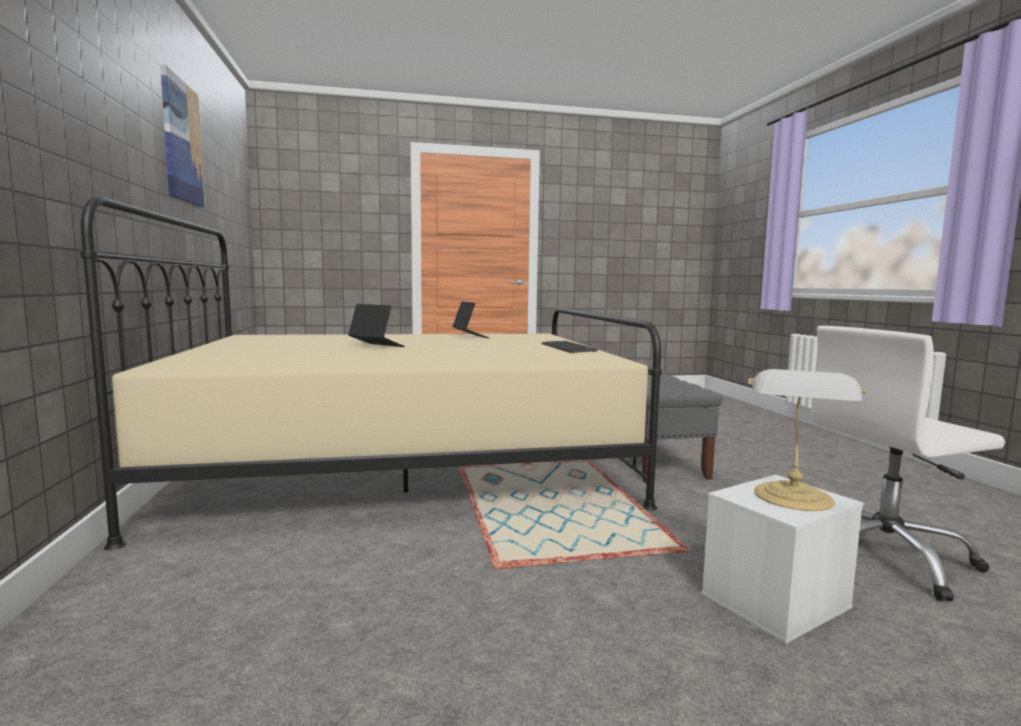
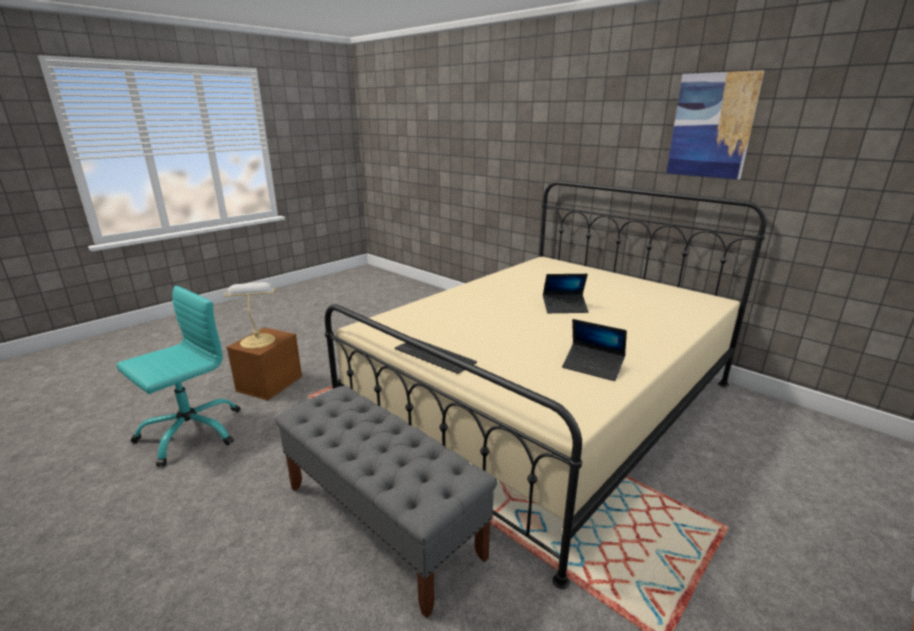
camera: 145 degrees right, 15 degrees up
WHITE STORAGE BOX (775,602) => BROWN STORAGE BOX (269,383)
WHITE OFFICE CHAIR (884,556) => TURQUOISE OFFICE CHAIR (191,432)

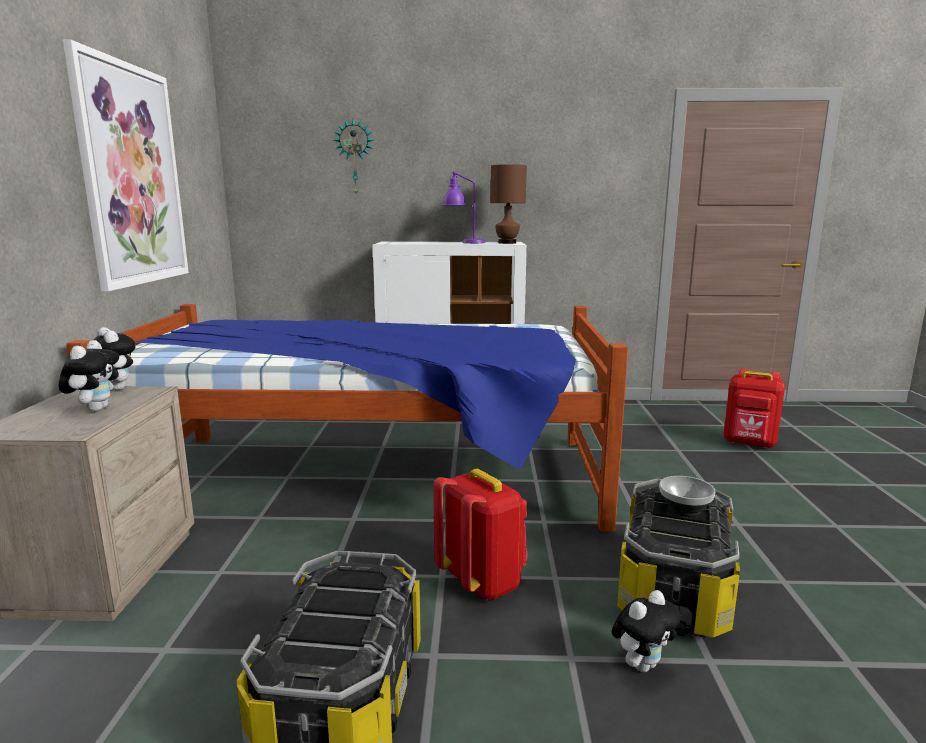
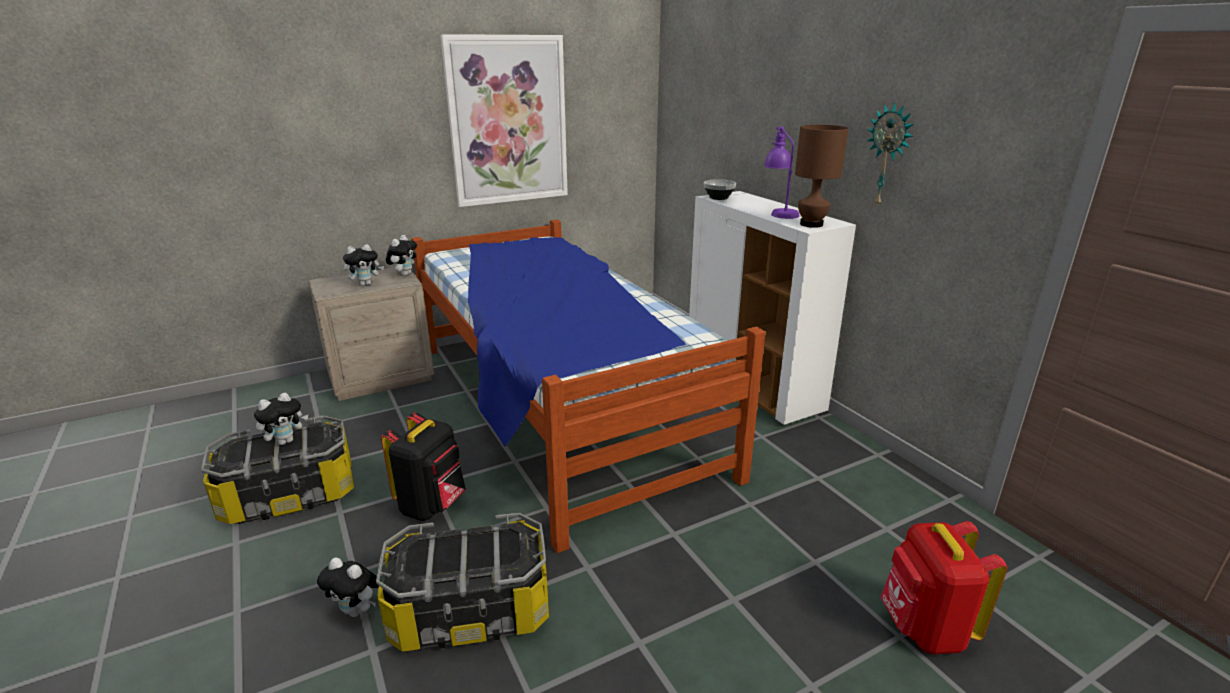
camera: 60 degrees right, 10 degrees up
WALL CLOCK (355,157) => WALL CLOCK (888,156), shifted
RED BACKPACK (483,582) => BLACK BACKPACK (432,505)
BOWL (683,510) => BOWL (718,198), shifted
nothing => PLUSH TOY (286,441)

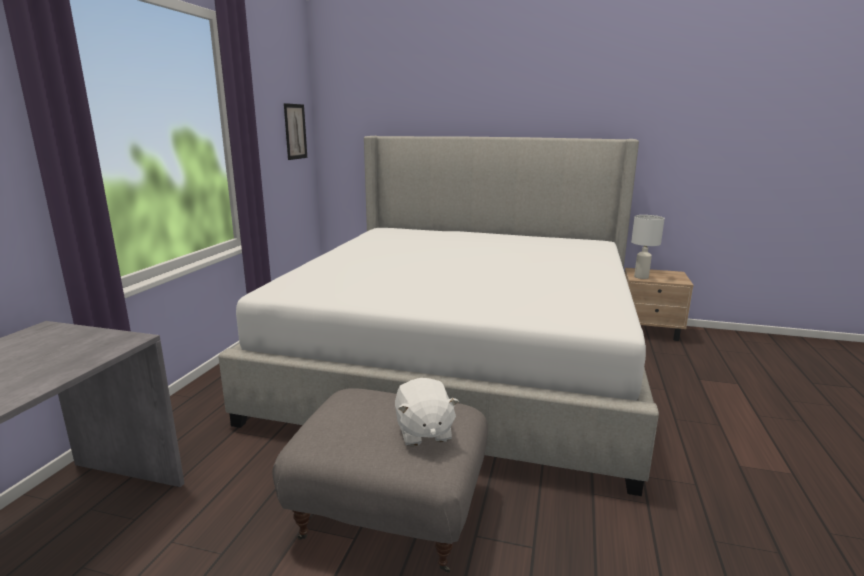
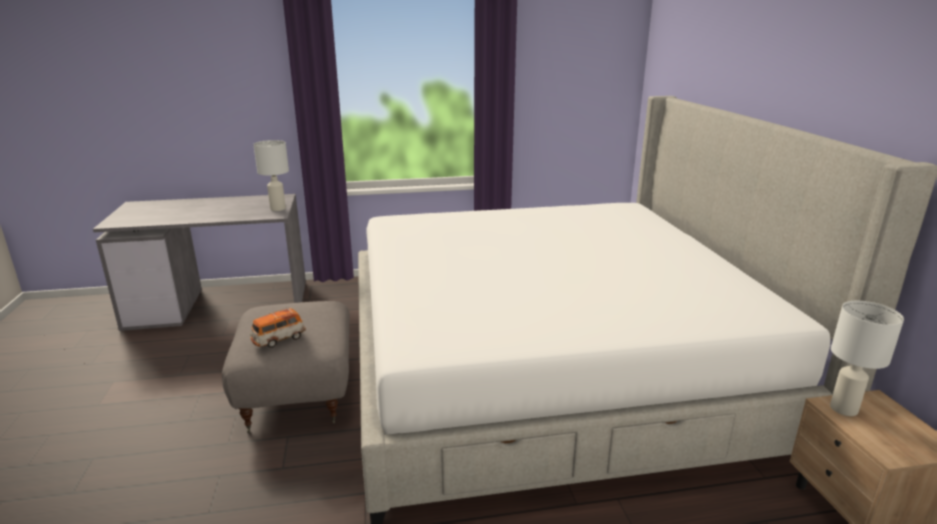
camera: 65 degrees right, 5 degrees up
PICTURE (295,131) => nothing
WHITE PLUSH TOY (423,432) => TOY CAR (279,339)
nothing => WHITE TABLE LAMP (277,208)

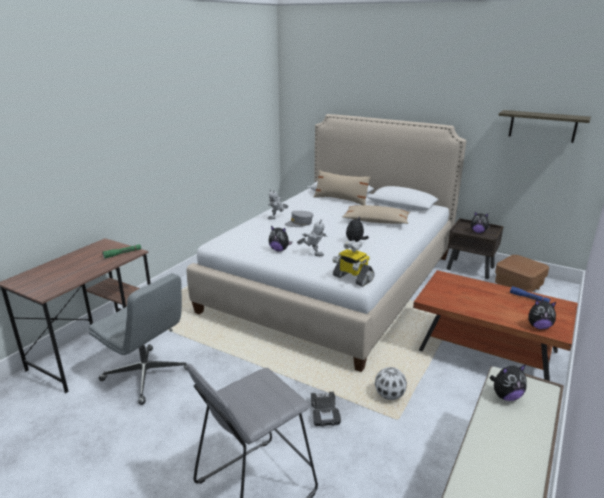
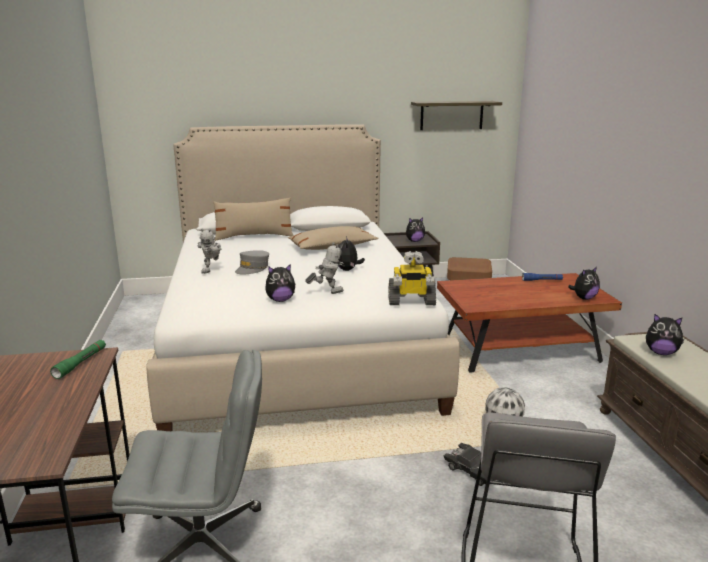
camera: 40 degrees left, 5 degrees down
PLUSH TOY (506,396) => PLUSH TOY (661,353), 75 degrees clockwise

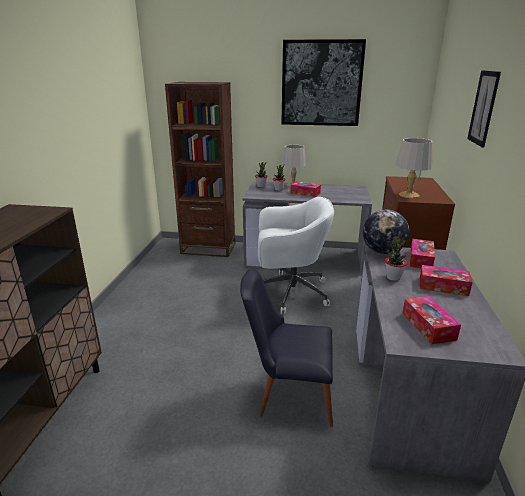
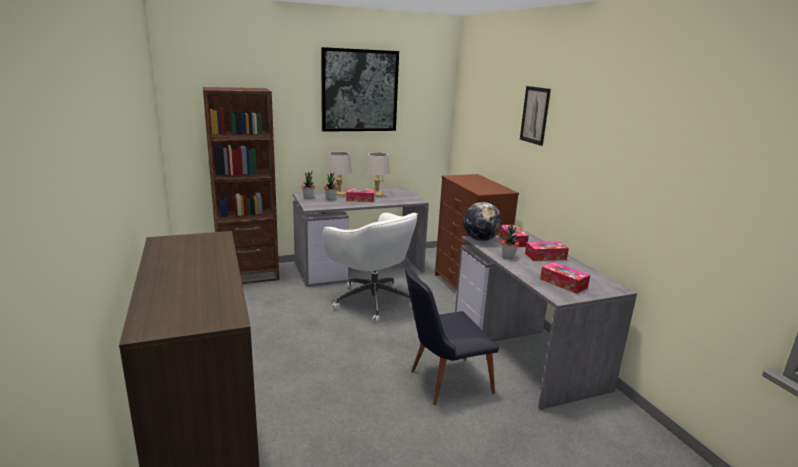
camera: 30 degrees left, 5 degrees down
WHITE OFFICE CHAIR (289,292) => WHITE OFFICE CHAIR (371,300), 75 degrees clockwise
GREY TABLE LAMP (408,195) => GREY TABLE LAMP (376,193), shifted

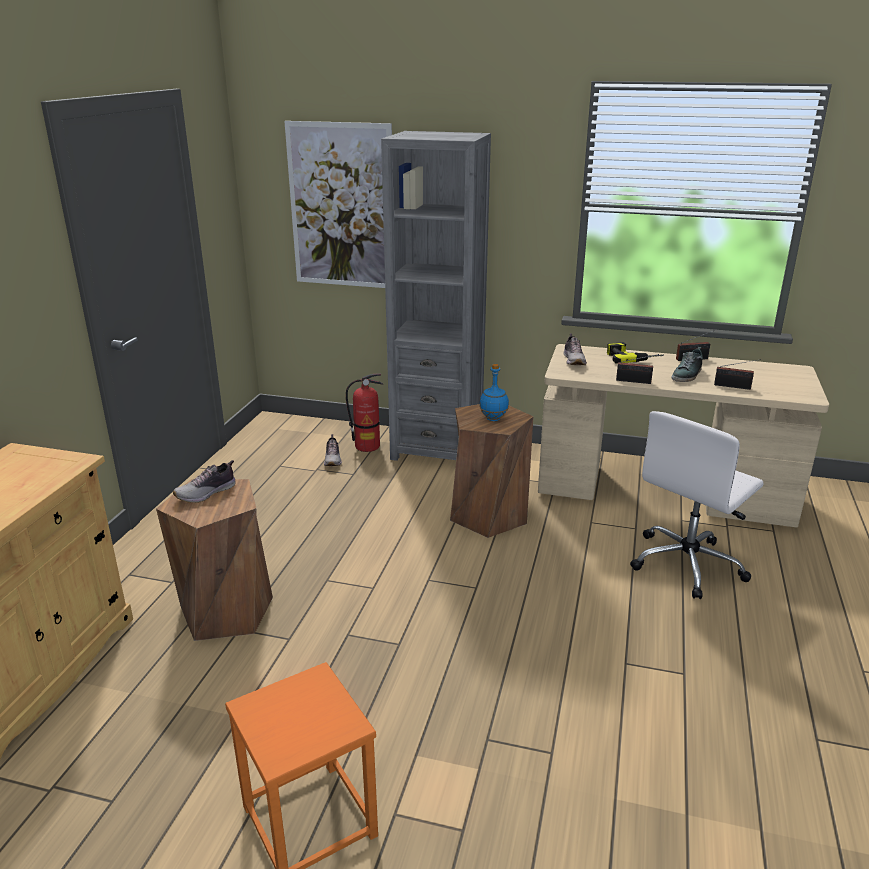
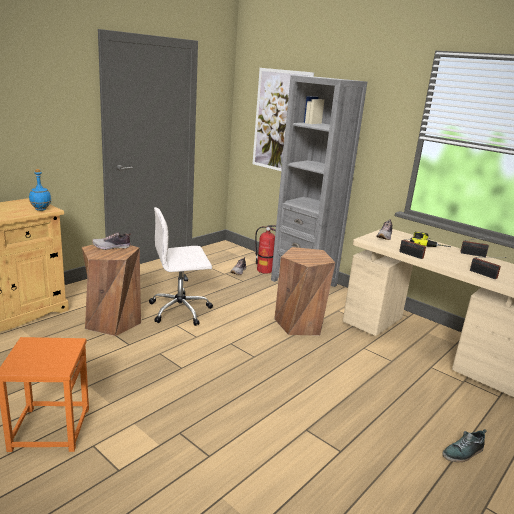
camera: 25 degrees right, 5 degrees down
BLUE BOTTLE (493,418) => BLUE BOTTLE (41,209), shifted
WHITE OFFICE CHAIR (688,564) => WHITE OFFICE CHAIR (181,310), shifted
SHOE (687,375) => SHOE (463,453), shifted

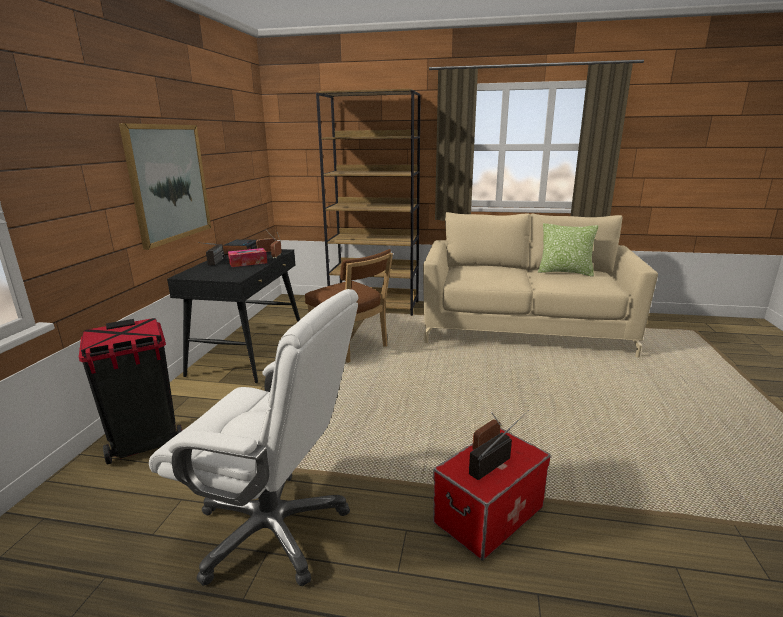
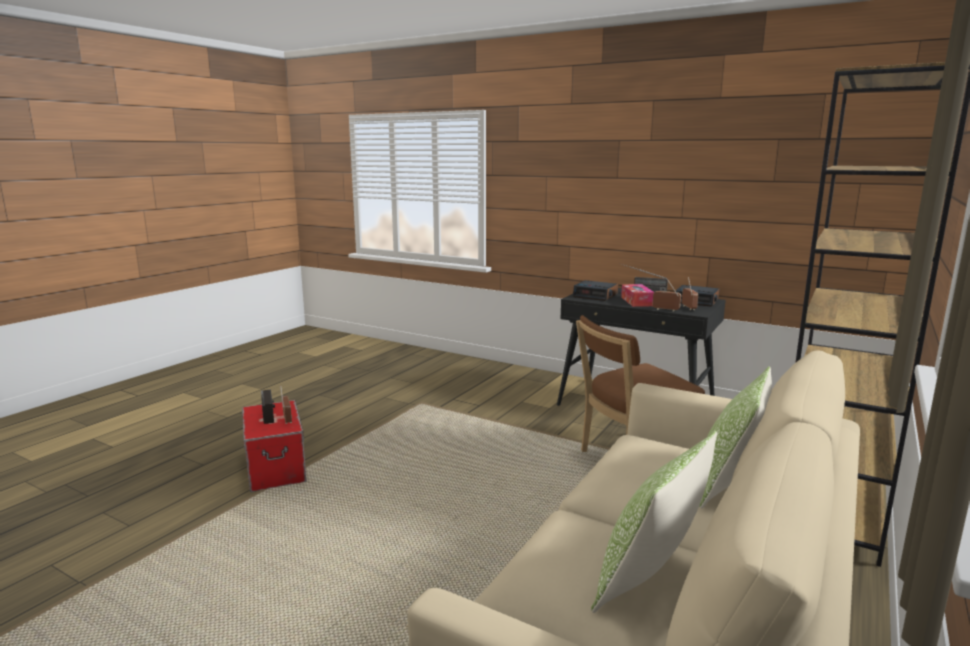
camera: 110 degrees right, 5 degrees down
BLACK TRASH CAN (146,442) => nothing
PICTURE (169,183) => nothing
WHITE OFFICE CHAIR (273,529) => nothing
nothing => ALARM CLOCK (596,295)
nothing => PILLOW (729,484)

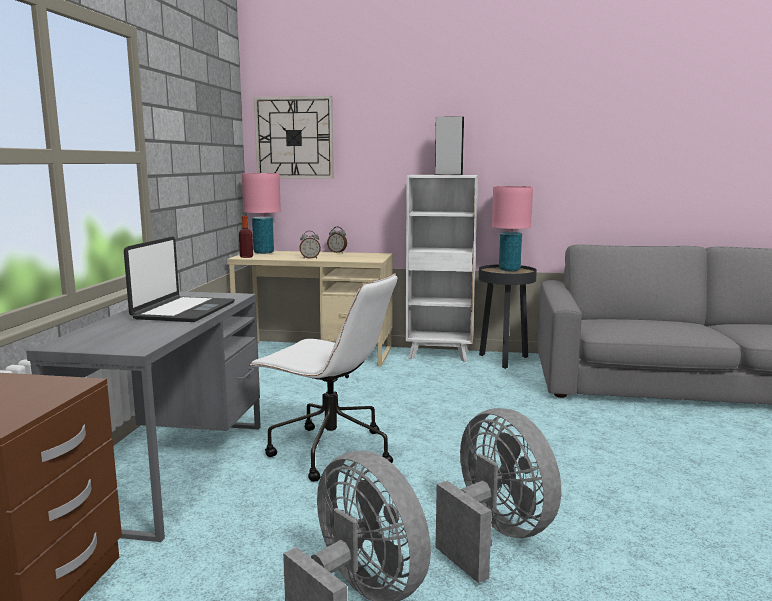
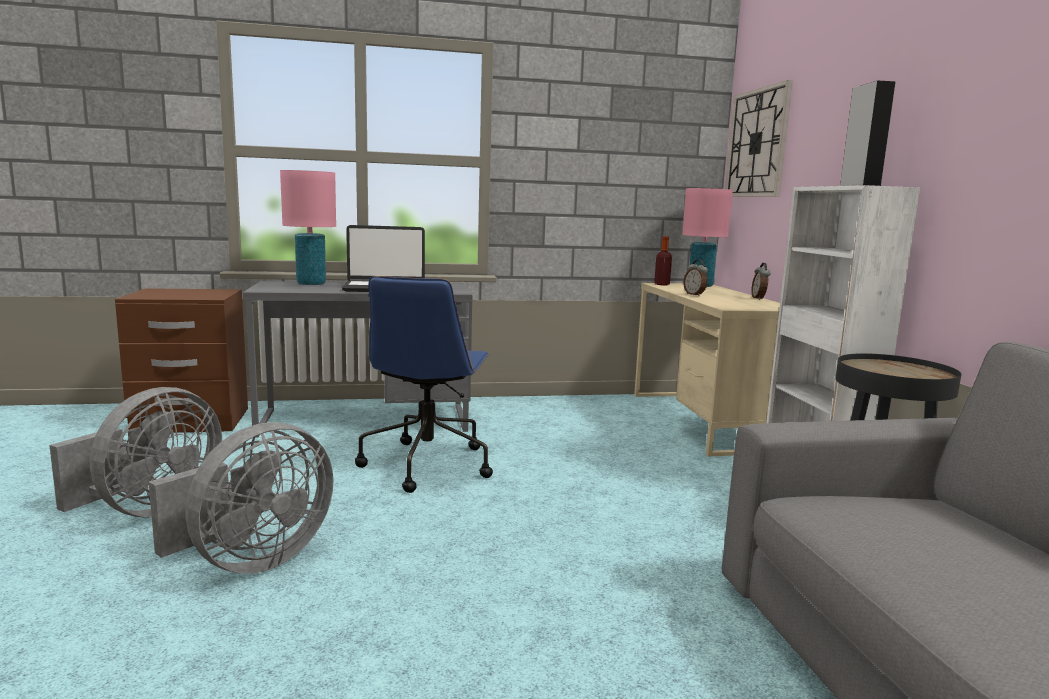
camera: 70 degrees right, 0 degrees up
WHITE OFFICE CHAIR (329,451) => BLUE OFFICE CHAIR (427,464)
PINK TABLE LAMP (509,270) => PINK TABLE LAMP (311,284), shifted

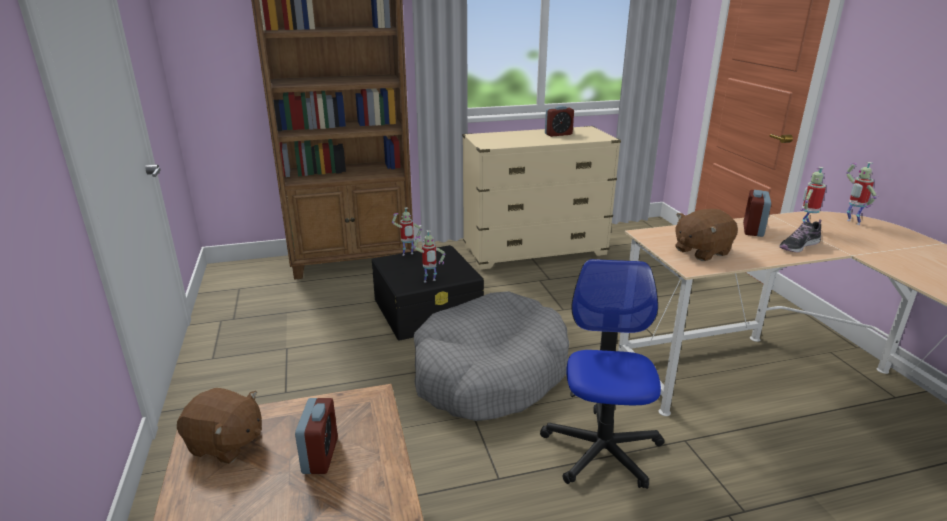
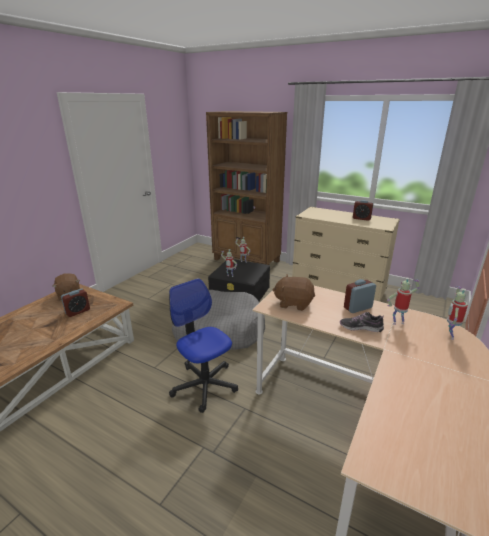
camera: 45 degrees right, 0 degrees up
OFFICE CHAIR (602,449) => OFFICE CHAIR (204,385), 90 degrees counterclockwise

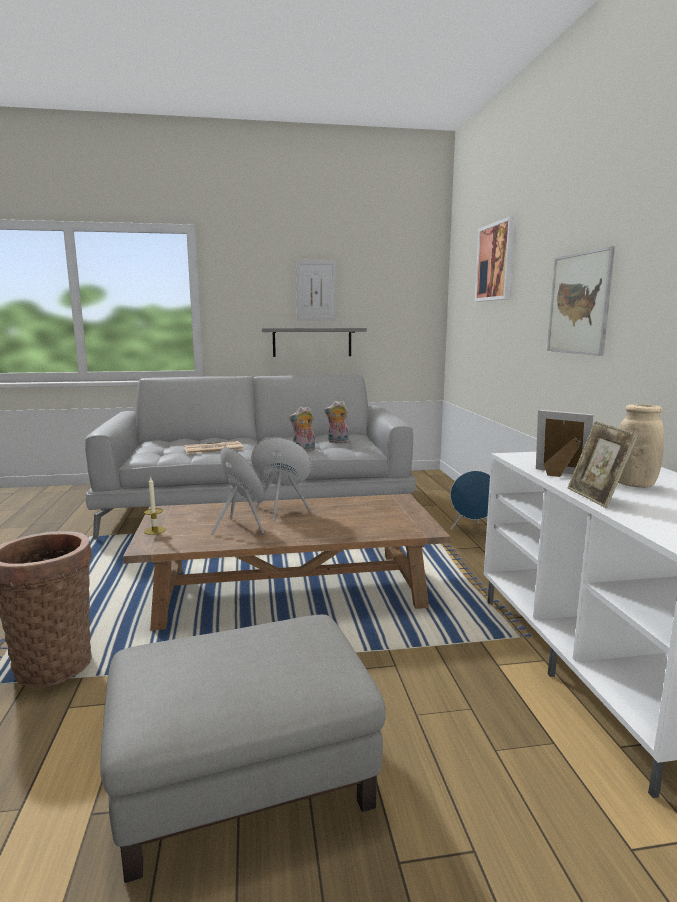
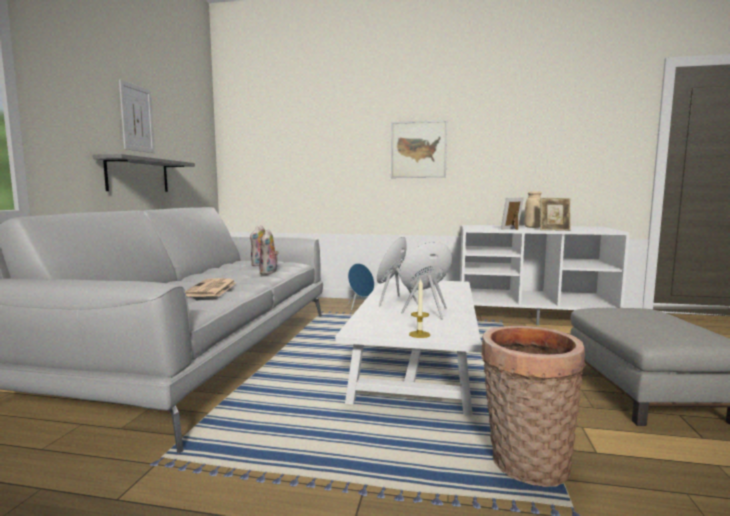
camera: 70 degrees left, 5 degrees down
BROWN COFFEE TABLE (291,587) => WHITE COFFEE TABLE (415,360)
PICTURE (496,262) => nothing

